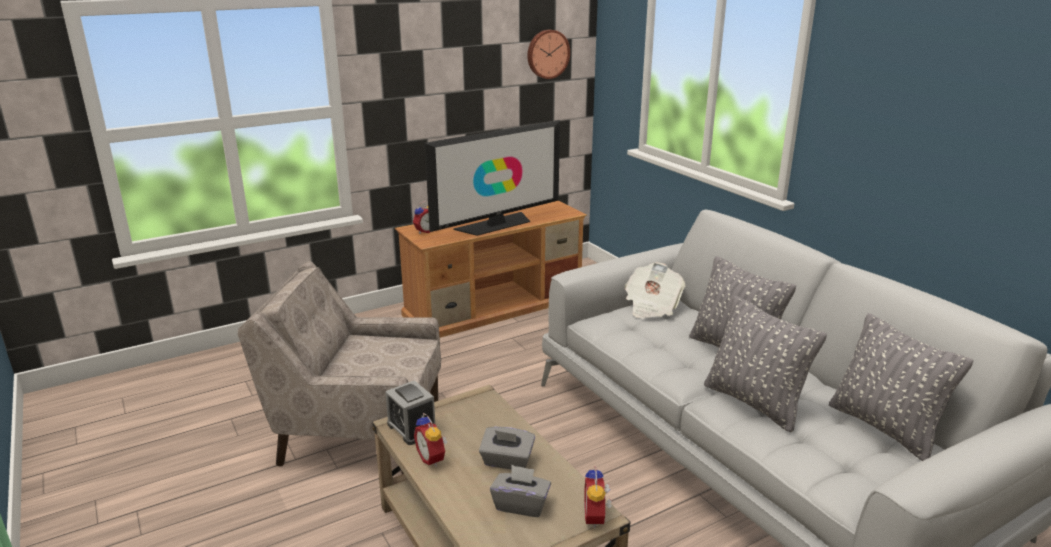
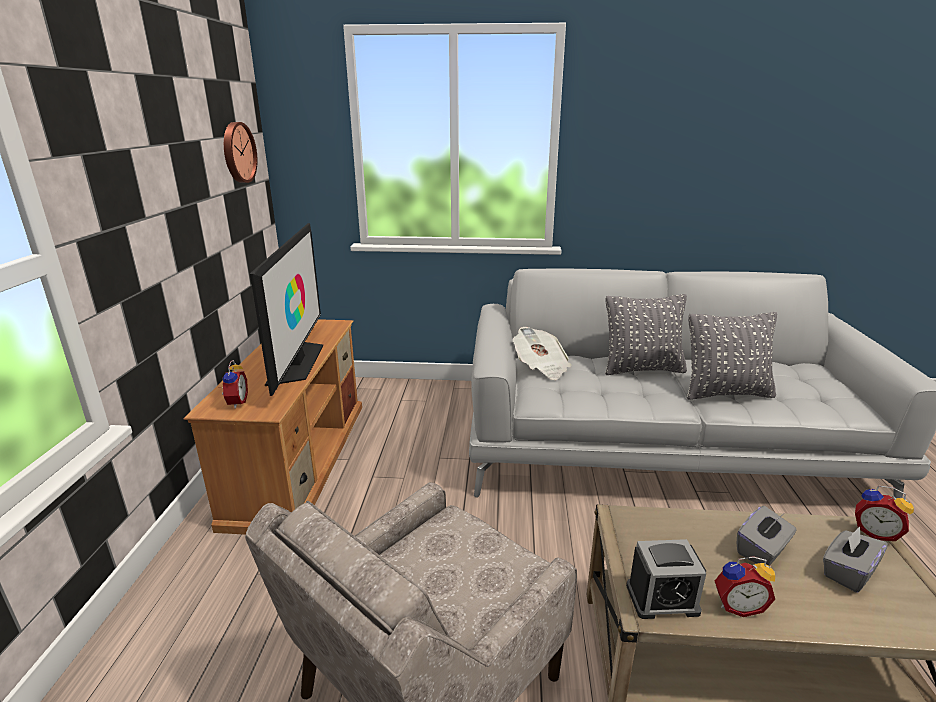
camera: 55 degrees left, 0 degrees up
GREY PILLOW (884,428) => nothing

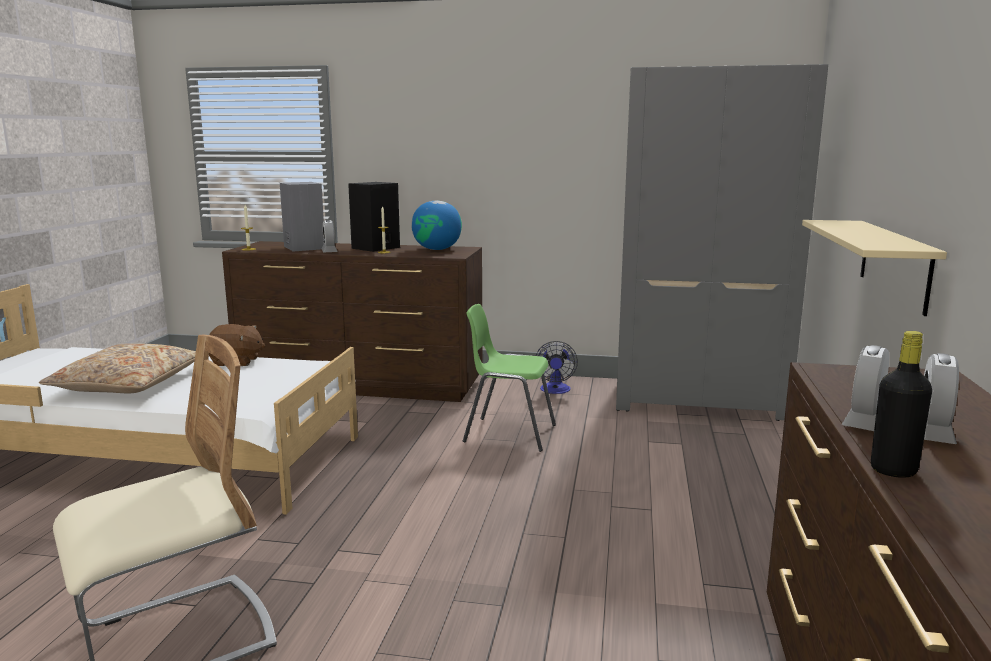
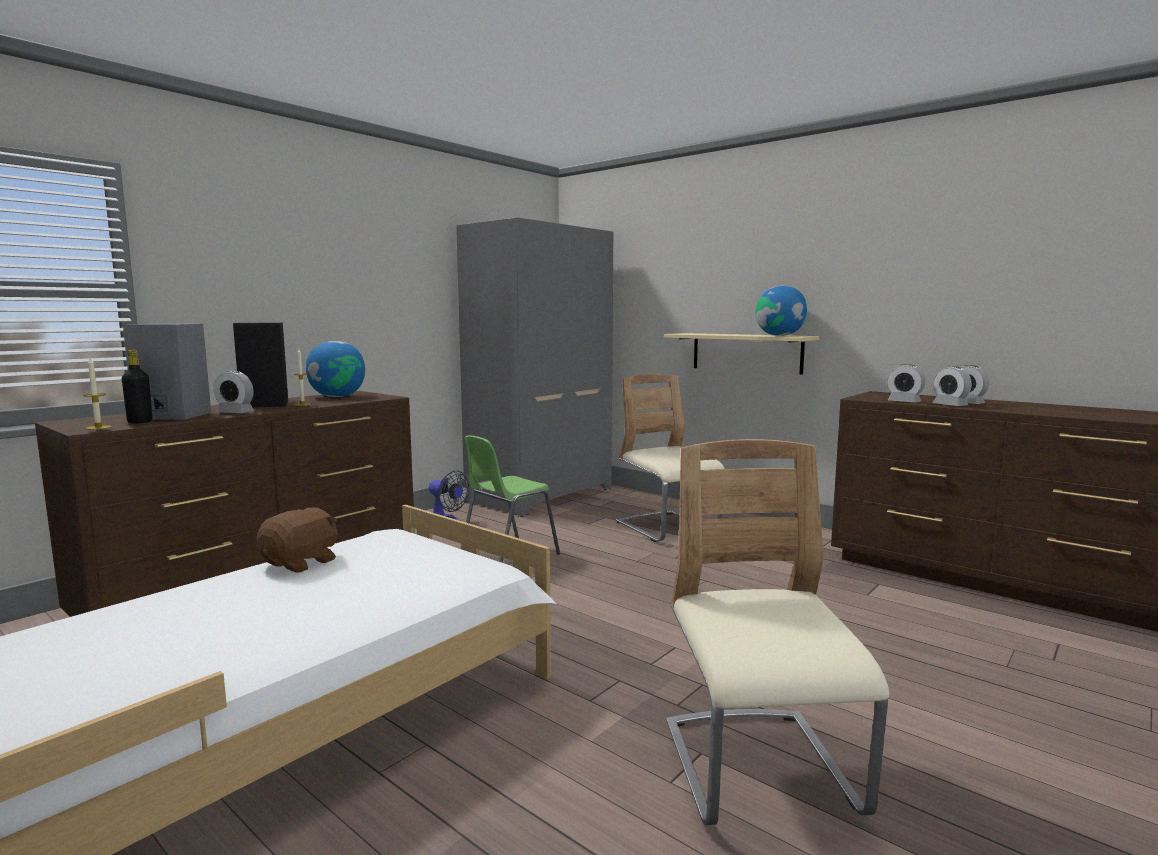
camera: 60 degrees left, 5 degrees down
BEIGE PILLOW (128,384) => nothing
BLACK BOTTLE (893,470) => BLACK BOTTLE (140,422), shifted
nothing => BEIGE CHAIR (667,528)
nothing => GLOBE (779,335)
nothing => ALARM CLOCK (904,402)

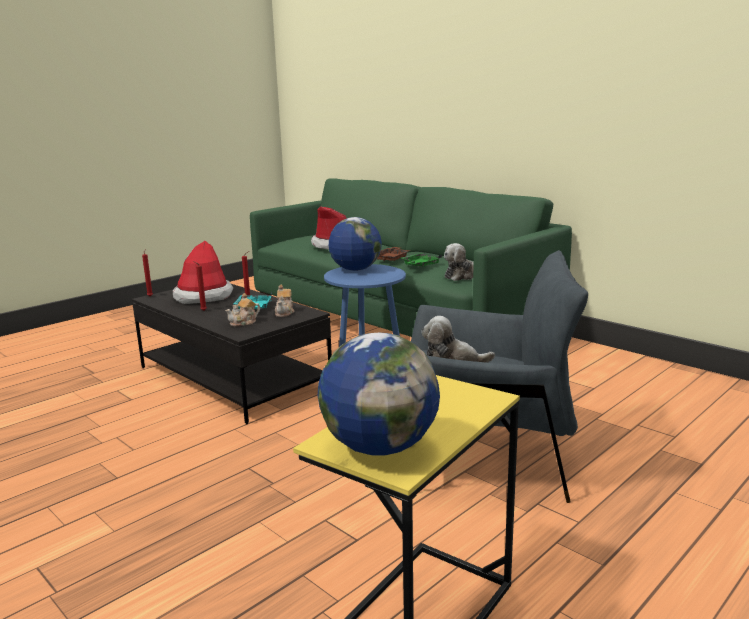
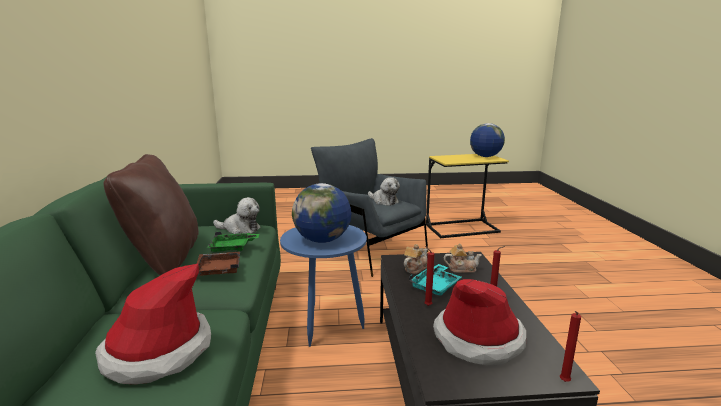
camera: 140 degrees left, 0 degrees up
nothing => BROWN PILLOW (165,258)

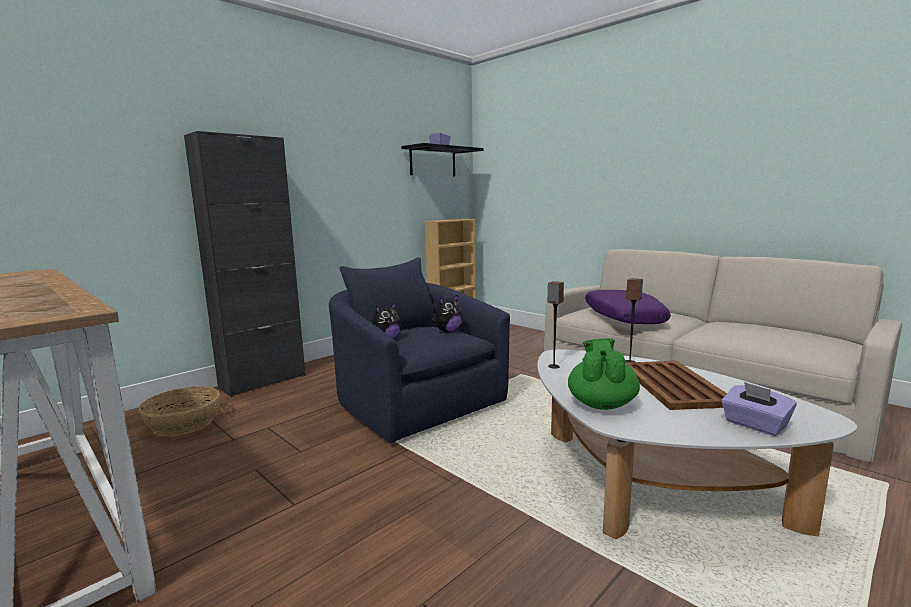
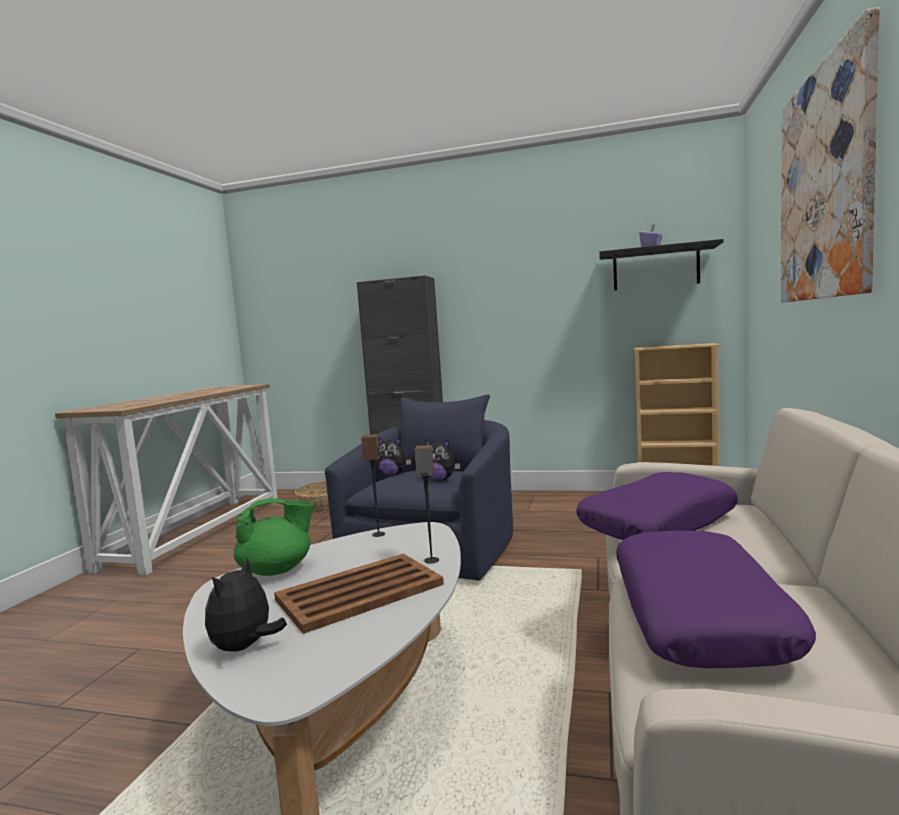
camera: 60 degrees right, 5 degrees down
PURPLE TISSUE BOX (754,425) => PLUSH TOY (245,647)
nothing => PURPLE PILLOW (699,615)
nothing => PICTURE (825,185)

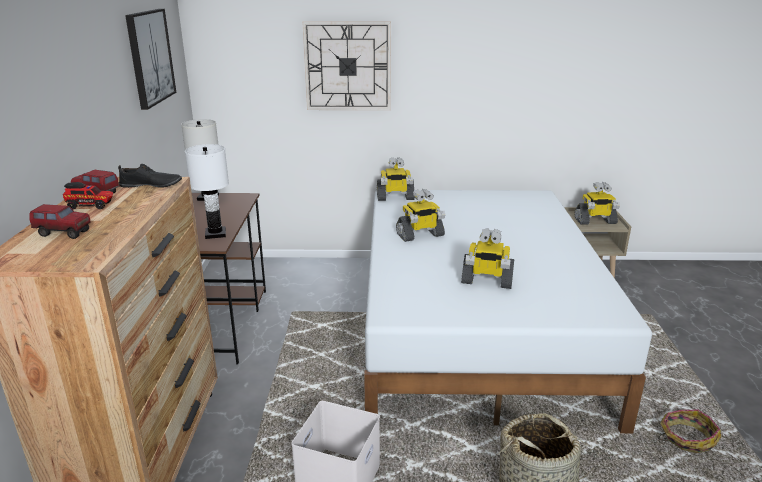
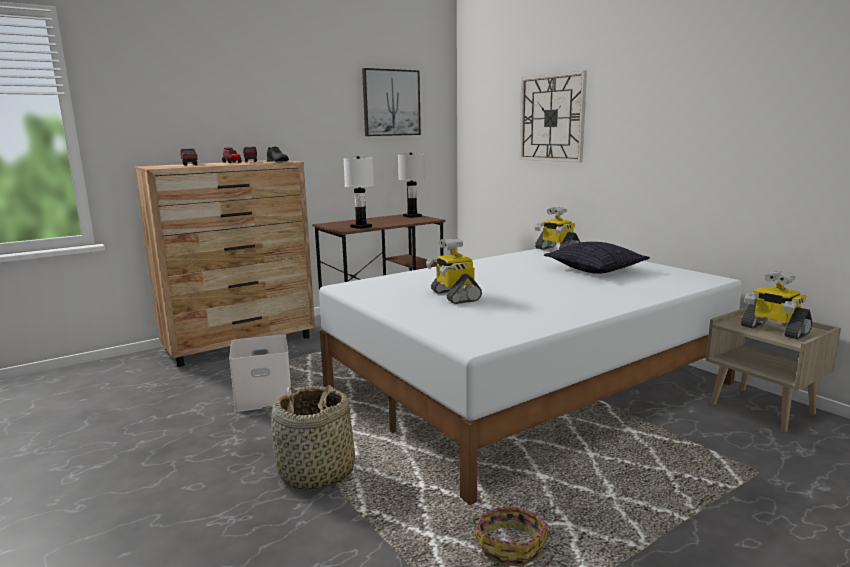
camera: 55 degrees right, 10 degrees down
TOY ROBOT (420,235) => nothing
nothing => PILLOW (595,269)

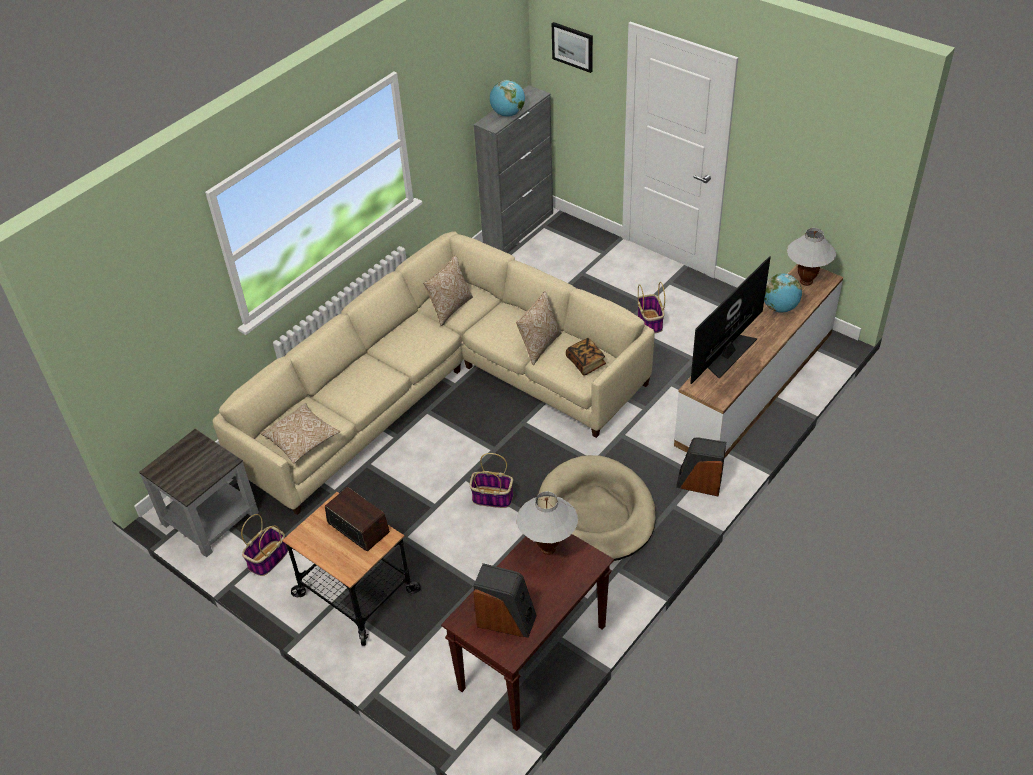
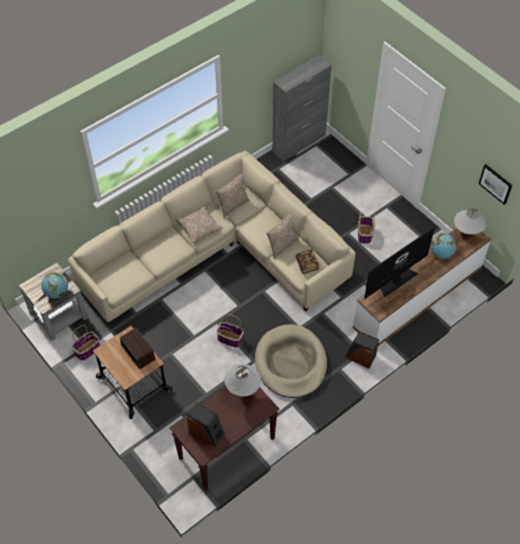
camera: 10 degrees right, 10 degrees up
PILLOW (302,440) => PILLOW (199,228), shifted
GLOBE (508,114) => GLOBE (57,293), shifted
PICTURE (573,46) => PICTURE (495,183), shifted

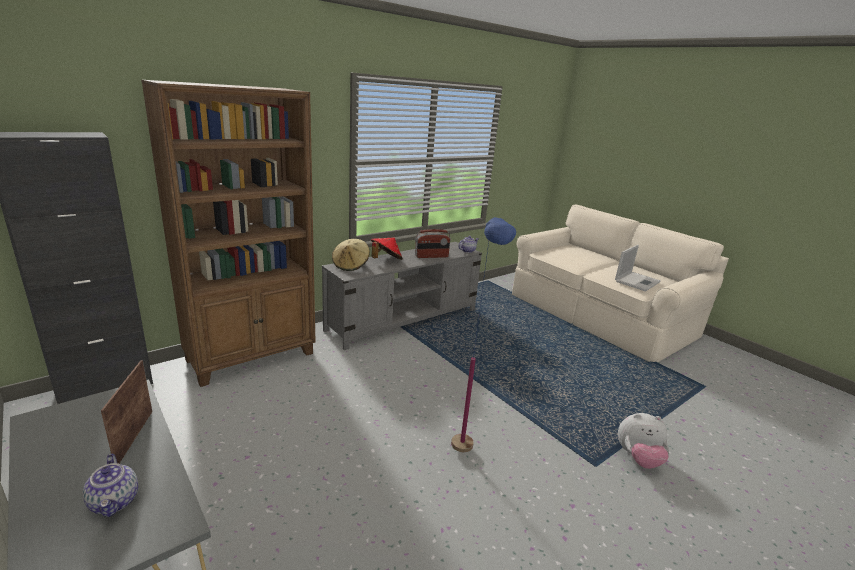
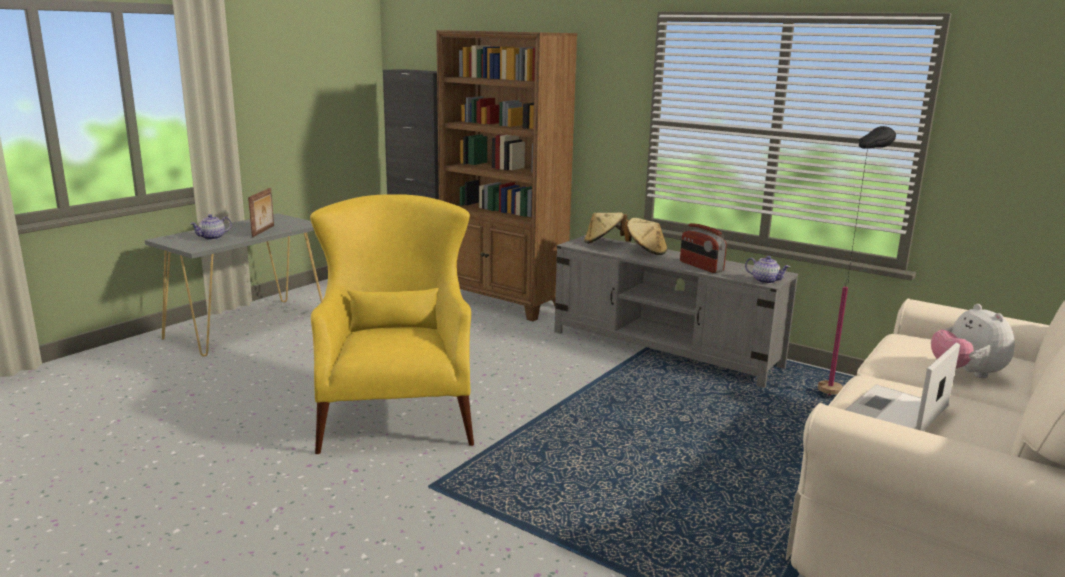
camera: 75 degrees right, 5 degrees down
PICTURE FRAME (133,437) => PICTURE FRAME (264,231), 120 degrees clockwise
RED HAT (386,260) => BEIGE HAT (645,251)
BLUE FLOOR LAMP (464,464) => YELLOW ARMCHAIR (396,409)
LAPTOP (637,281) => LAPTOP (895,413), 105 degrees clockwise
PLUSH TOY (638,458) => PLUSH TOY (966,373), shifted
nothing => BLACK FLOOR LAMP (835,389)

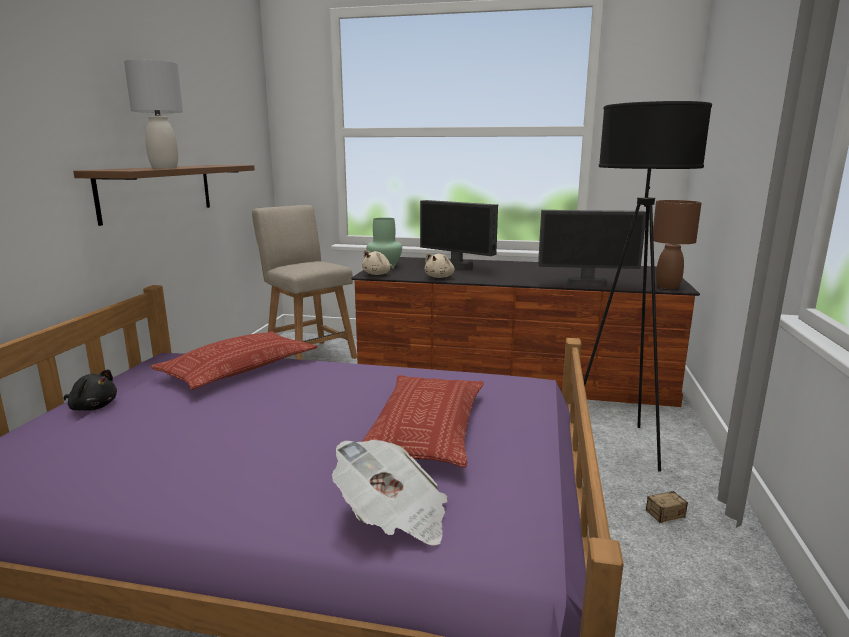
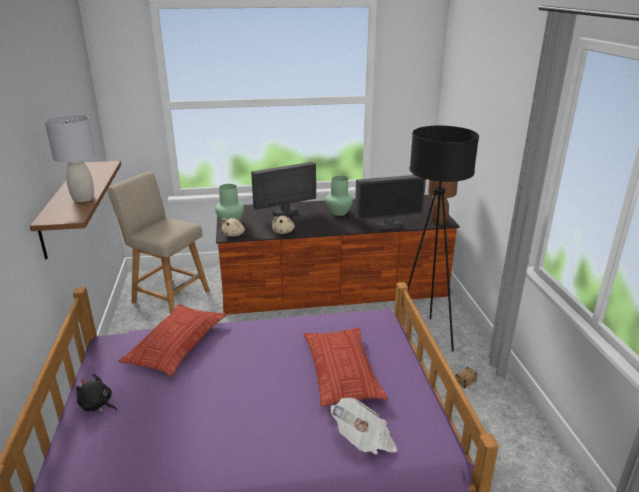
camera: 20 degrees left, 10 degrees up
BLACK PLUSH TOY (93,407) => BLACK PLUSH TOY (97,405), 150 degrees counterclockwise
MONITOR (457,266) => MONITOR (286,214), 135 degrees clockwise
nothing => GREEN VASE (339,212)

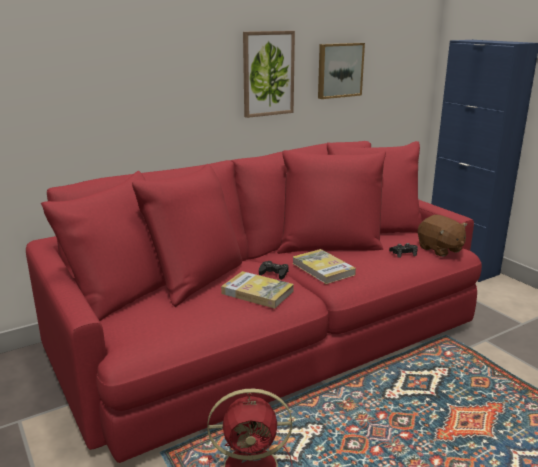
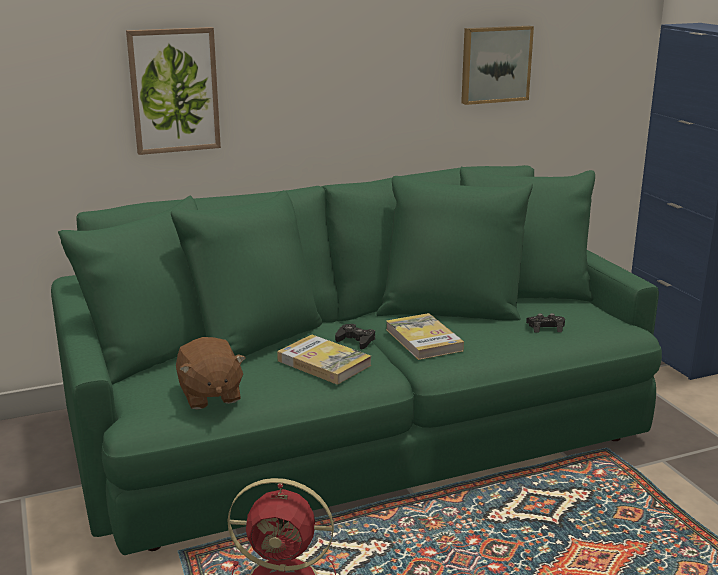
camera: 10 degrees right, 0 degrees up
RED SOFA (268,335) => GREEN SOFA (358,425)
PICTURE (268,73) => PICTURE (174,90), shifted
BROWN PLUSH TOY (440,249) => BROWN PLUSH TOY (209,395), shifted

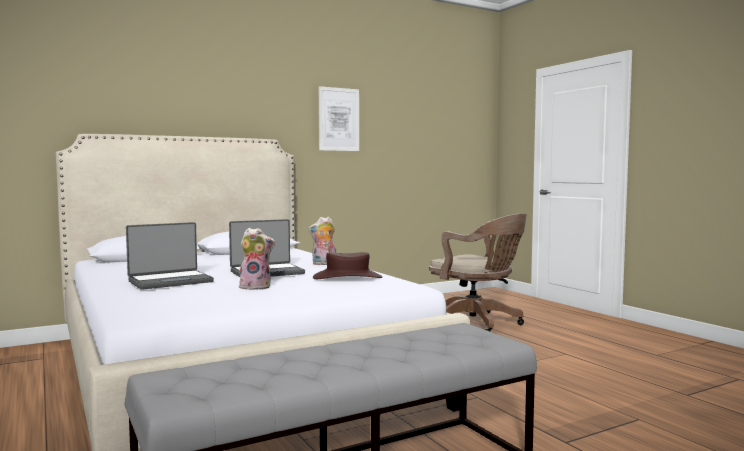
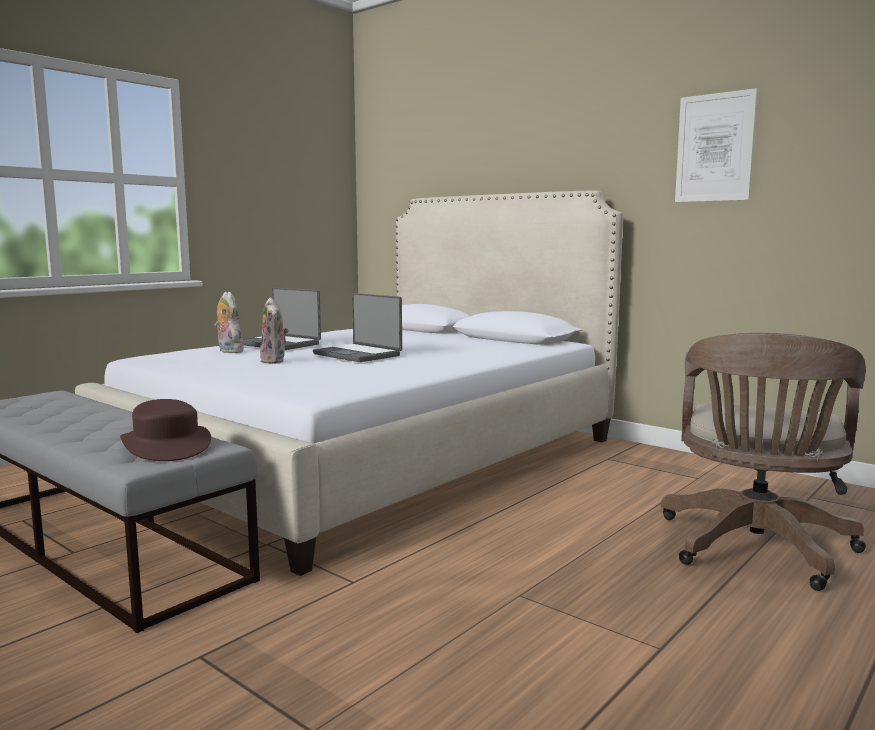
camera: 70 degrees right, 5 degrees up
PLUSH TOY (324,264) => PLUSH TOY (228,351), shifted
BROWN HAT (347,277) => BROWN HAT (166,445), shifted

